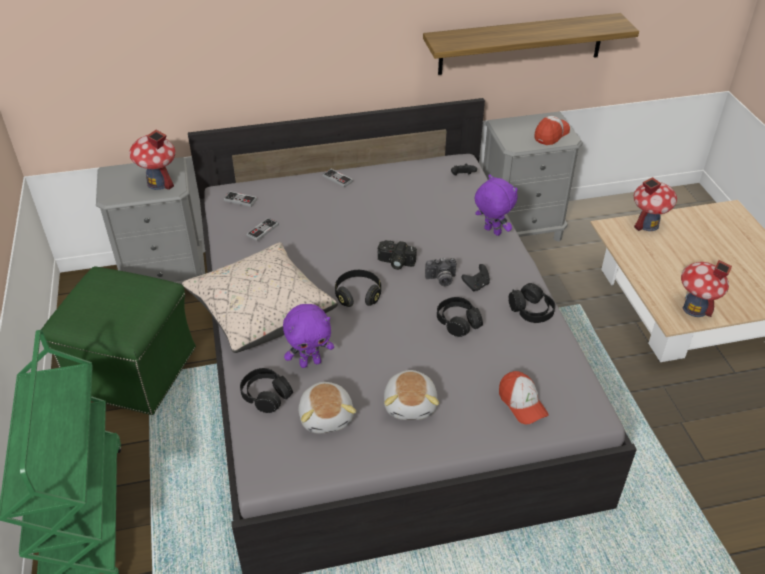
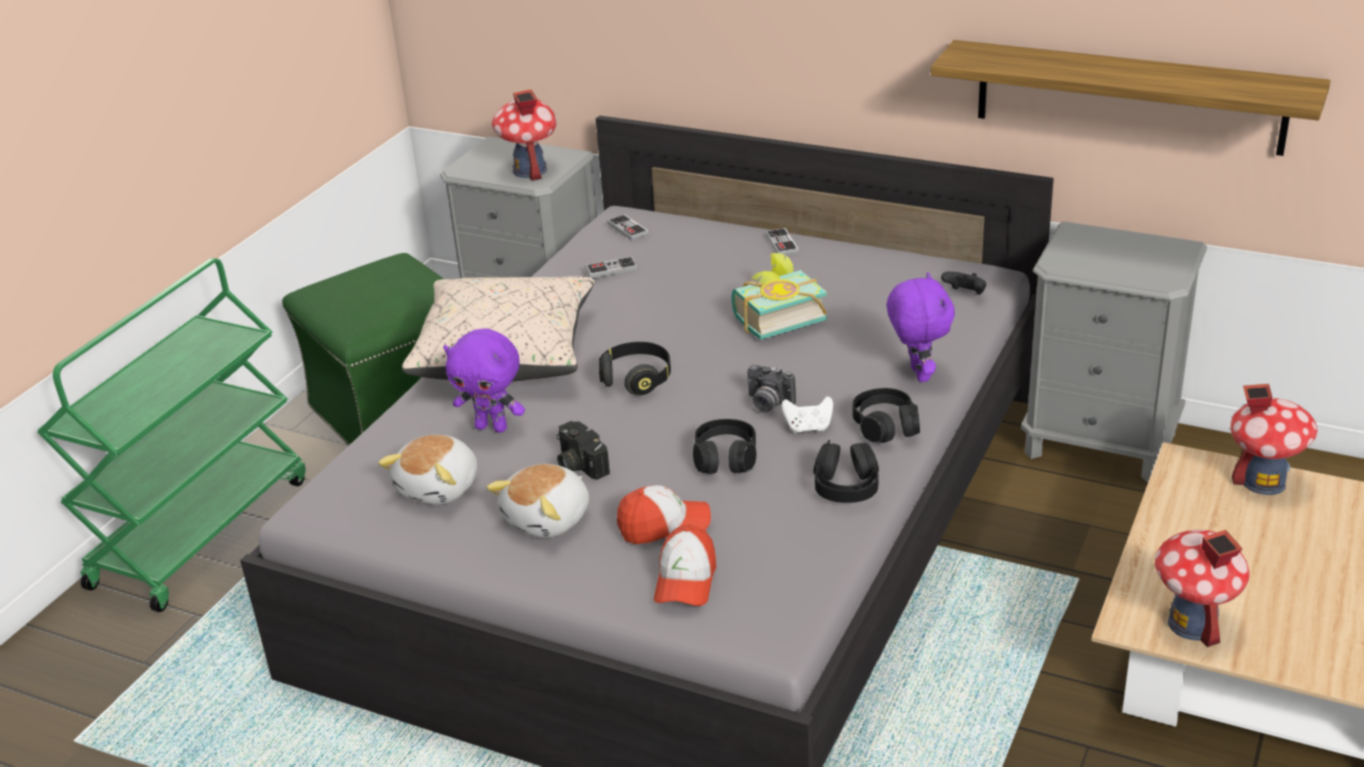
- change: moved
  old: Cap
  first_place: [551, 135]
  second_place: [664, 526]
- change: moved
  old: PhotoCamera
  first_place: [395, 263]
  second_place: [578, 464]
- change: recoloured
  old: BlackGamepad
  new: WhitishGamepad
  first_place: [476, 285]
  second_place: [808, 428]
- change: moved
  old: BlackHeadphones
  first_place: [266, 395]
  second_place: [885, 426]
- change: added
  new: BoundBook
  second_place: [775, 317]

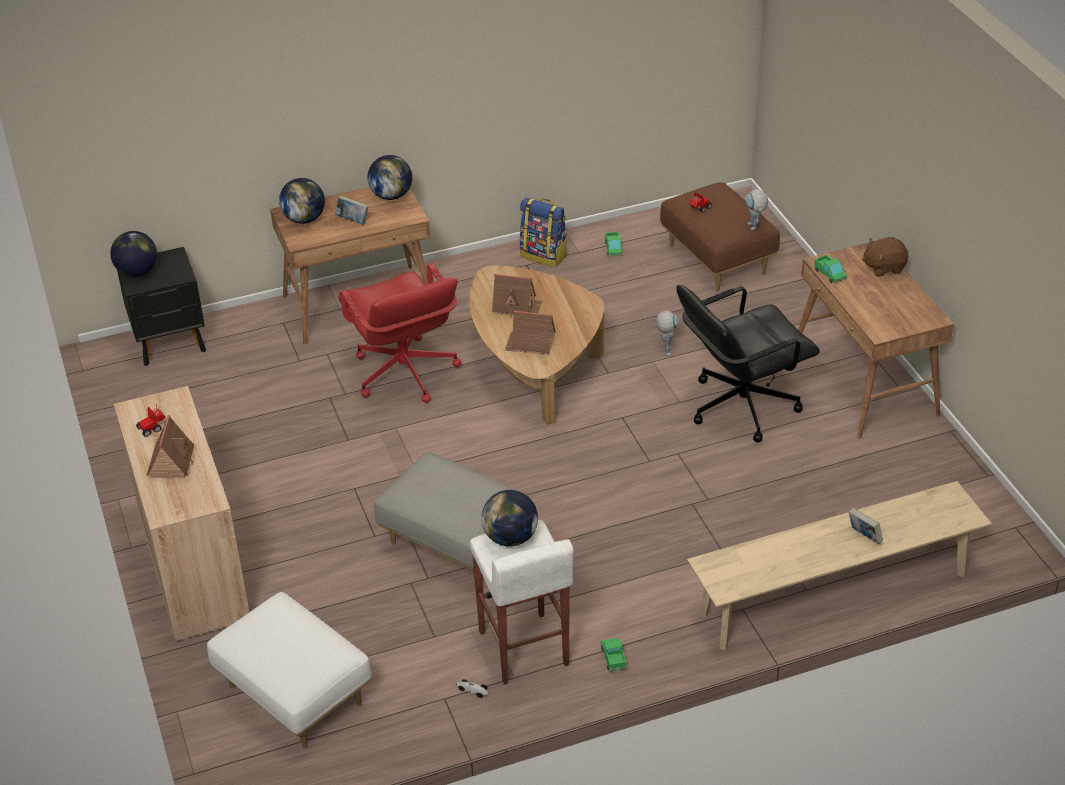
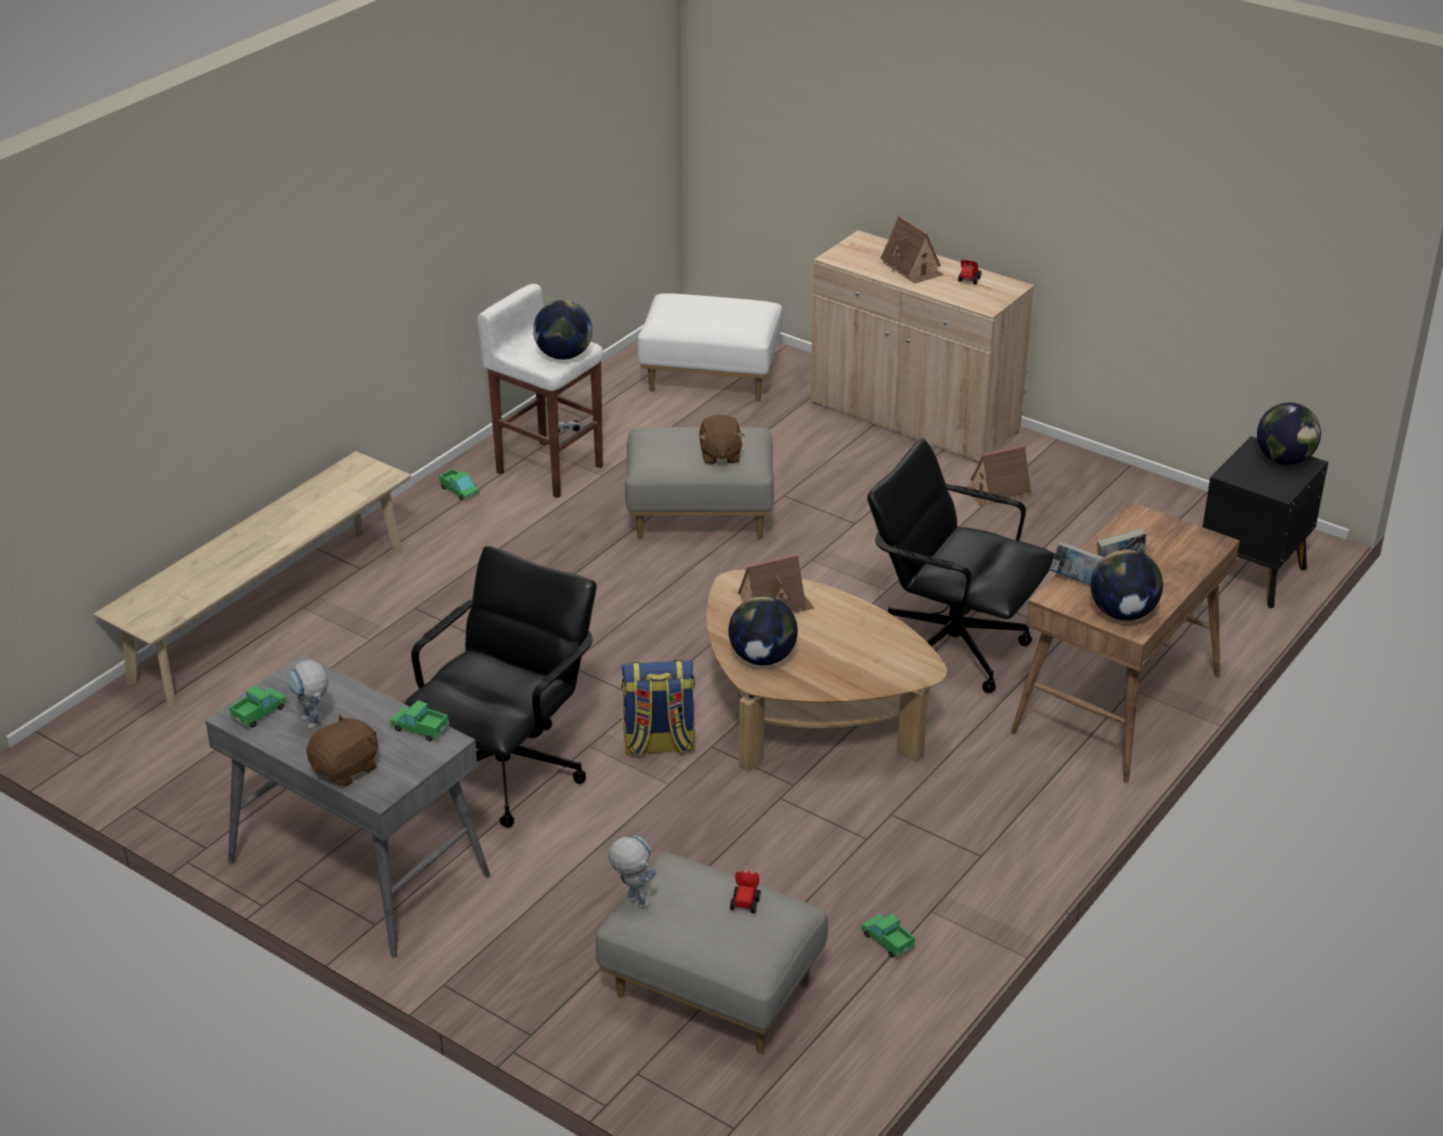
- change: moved
  old: Globe
  first_place: [304, 219]
  second_place: [762, 658]
- change: recoloured
  old: BrownColouredOttoman
  new: GreyOttoman
  first_place: [718, 260]
  second_place: [711, 992]
- change: moved
  old: Knapsack
  first_place: [544, 255]
  second_place: [658, 744]
- change: recoloured
  old: BrownColouredDeskTable
  new: GreyDeskTable
  first_place: [865, 383]
  second_place: [357, 870]
- change: recoloured
  old: ReddishComputerChair
  new: BlackComputerChair
  first_place: [404, 373]
  second_place: [951, 647]
- change: moved
  old: ToyHouse
  first_place: [517, 307]
  second_place: [997, 491]
- change: moved
  old: ToyRobot
  first_place: [666, 349]
  second_place: [314, 725]
- change: moved
  old: BoundBook
  first_place: [864, 536]
  second_place: [1075, 580]
- change: added
  new: BrownColouredCuddlyToy
  second_place: [720, 455]
- change: added
  new: ModelTruck
  second_place: [259, 713]

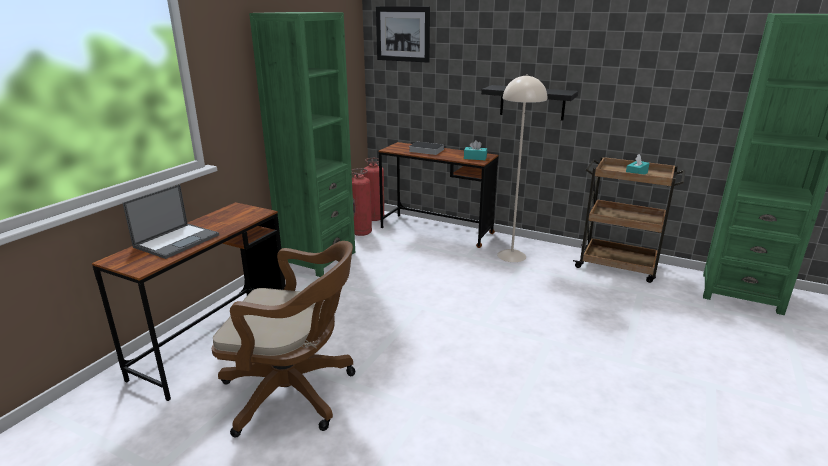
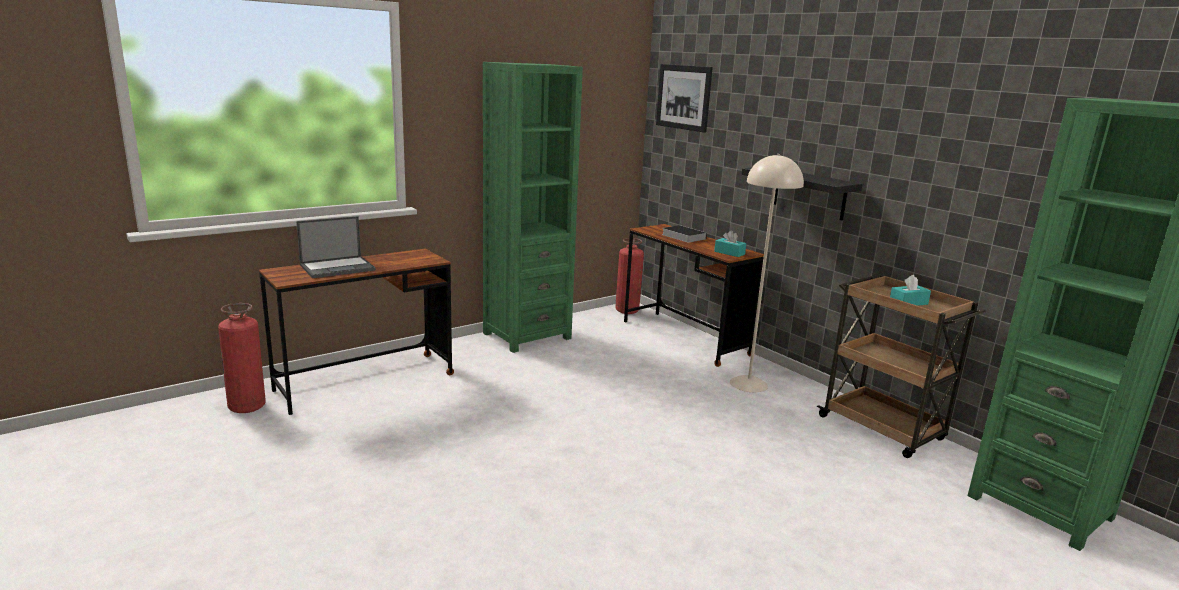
- change: moved
  old: Extinguisher
  first_place: [361, 232]
  second_place: [247, 407]
- change: removed
  old: BrownColouredComputerChair
  first_place: [295, 393]

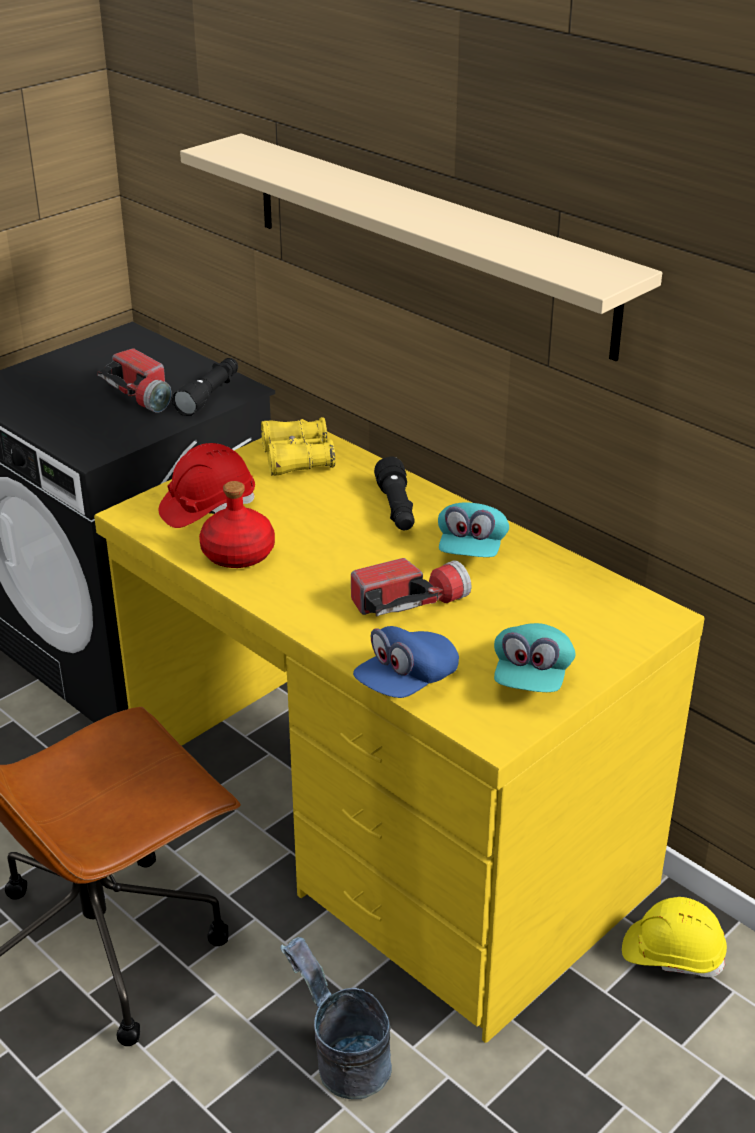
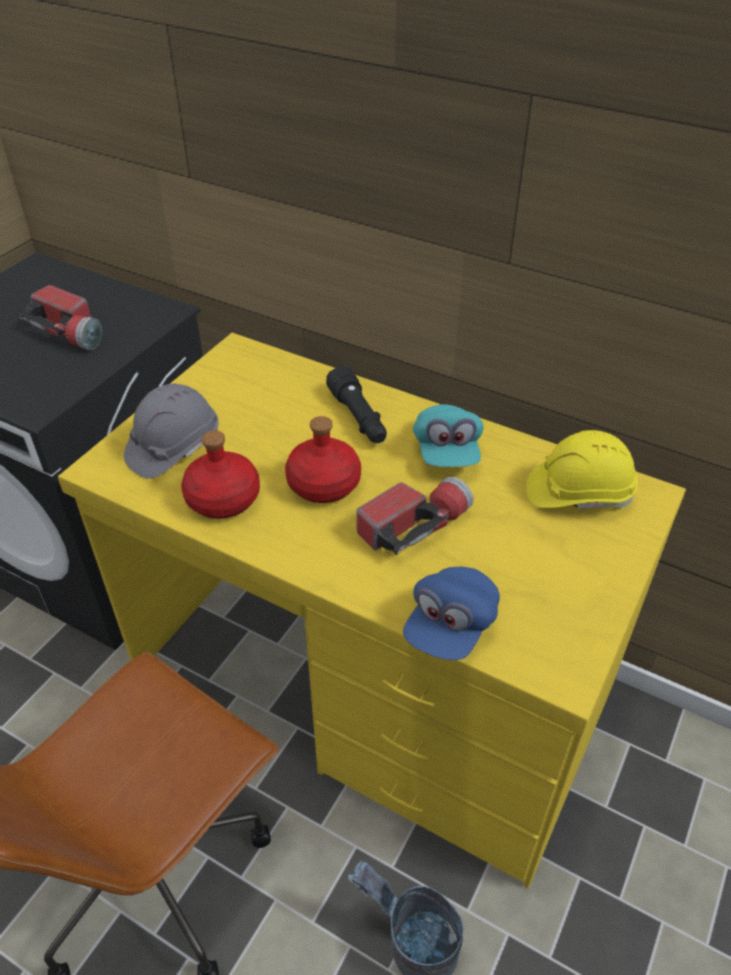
- change: removed
  old: SandColouredBracketShelf
  first_place: [426, 241]
- change: removed
  old: BlackFlashlight
  first_place: [209, 395]
- change: removed
  old: YellowishFieldGlasses
  first_place: [297, 459]
- change: recoloured
  old: ReddishHardHat
  new: GreyHardHat
  first_place: [207, 507]
  second_place: [173, 447]
- change: removed
  old: TurquoiseColouredCap
  first_place: [531, 677]
- change: moved
  old: YellowishHardHat
  first_place: [672, 954]
  second_place: [578, 492]
- change: added
  new: ReddishBottle
  second_place: [324, 484]

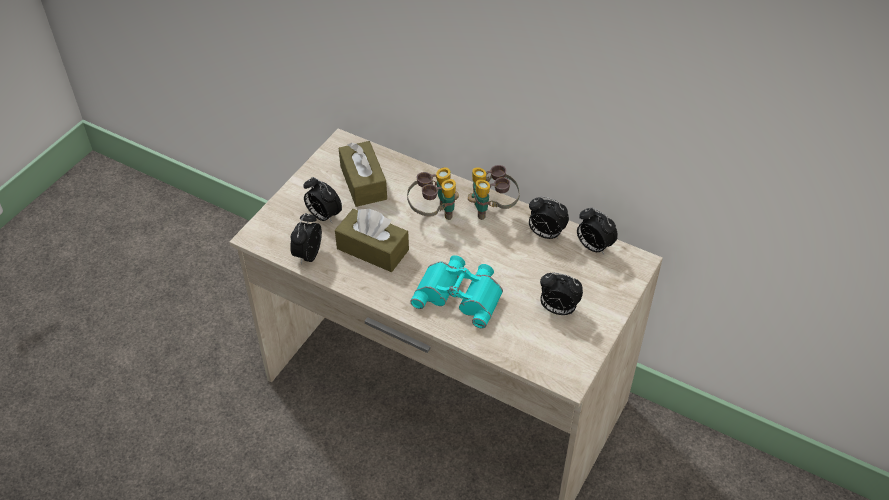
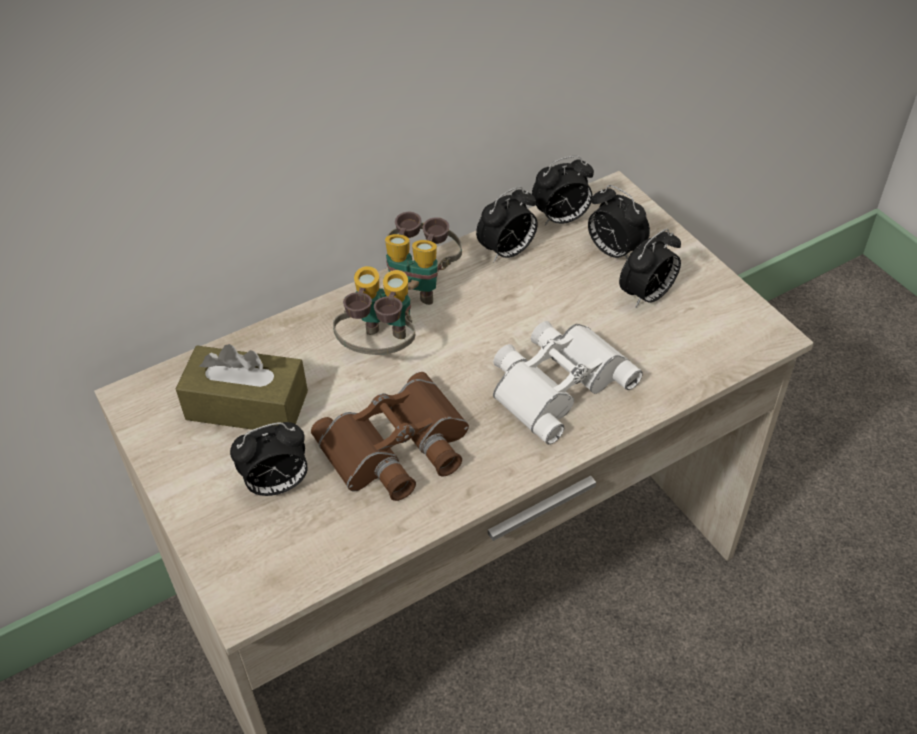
- change: replaced
  old: BrownColouredTissueHolder
  new: BrownColouredFieldGlasses
  first_place: [372, 249]
  second_place: [398, 449]
- change: moved
  old: BedsideClock
  first_place: [308, 254]
  second_place: [613, 251]
- change: recoloured
  old: TurquoiseColouredFieldGlasses
  new: WhitishFieldGlasses
  first_place: [460, 294]
  second_place: [557, 382]

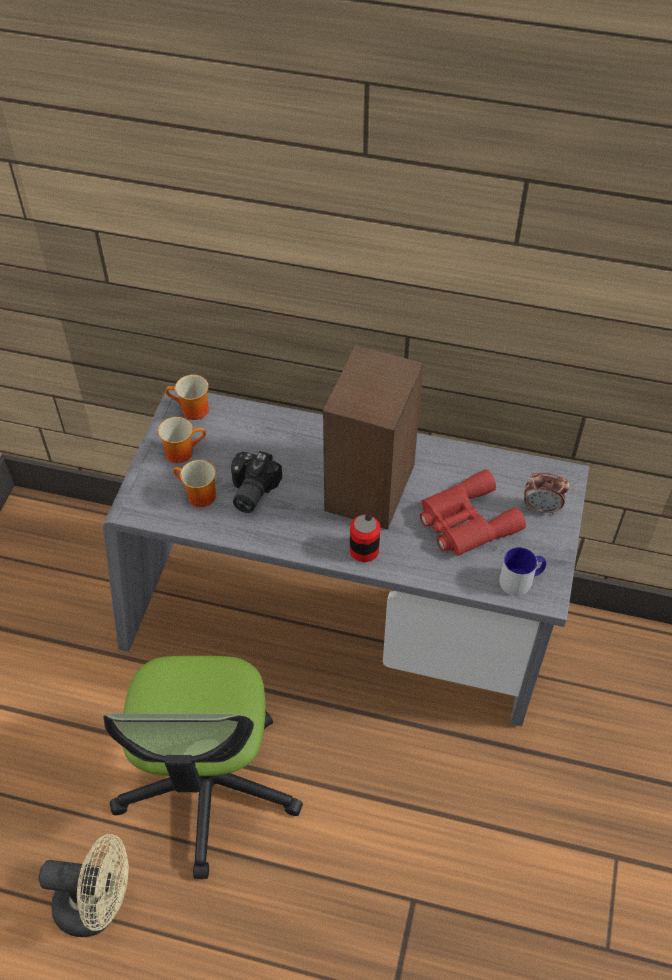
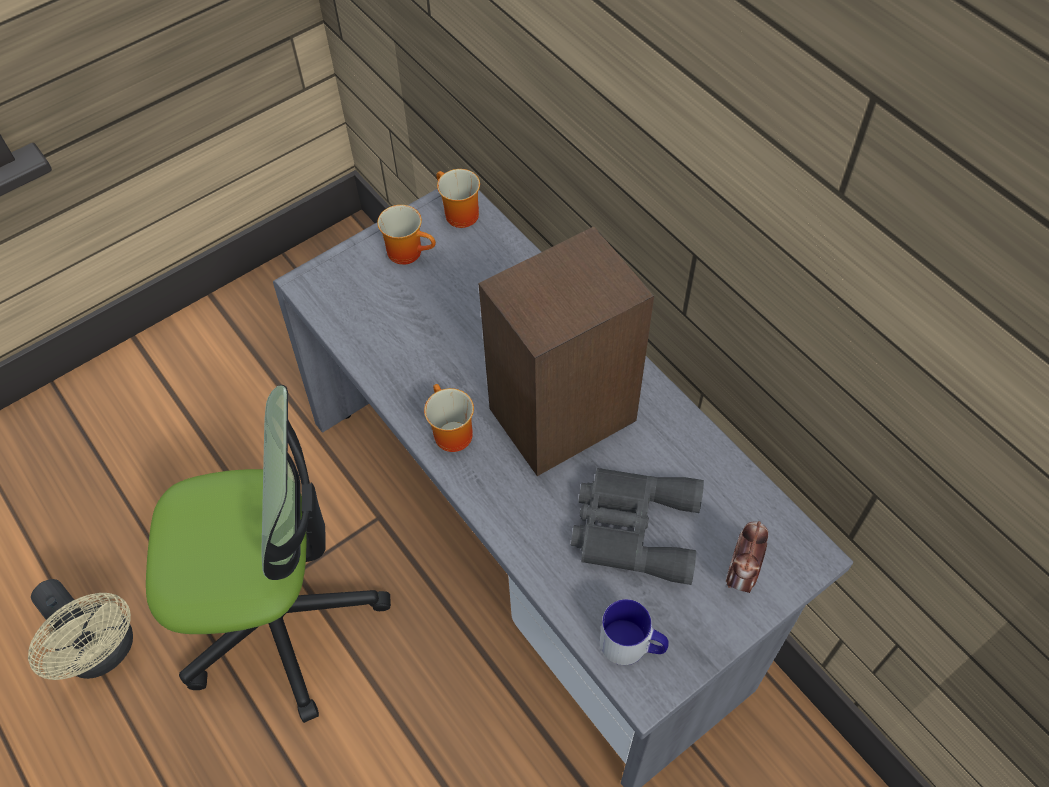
- change: removed
  old: PhotoCamera
  first_place: [249, 491]
- change: moved
  old: TeaMug
  first_place: [197, 496]
  second_place: [448, 432]
- change: recoloured
  old: ReddishFieldGlasses
  new: GreyFieldGlasses
  first_place: [465, 522]
  second_place: [632, 527]
- change: turned
  old: BedsideClock
  first_place: [541, 508]
  second_place: [741, 574]
  degrees: 60
- change: removed
  old: SealedCan
  first_place: [364, 550]
- change: turned
  old: ComputerChair
  first_place: [208, 786]
  second_place: [282, 615]
  degrees: -135

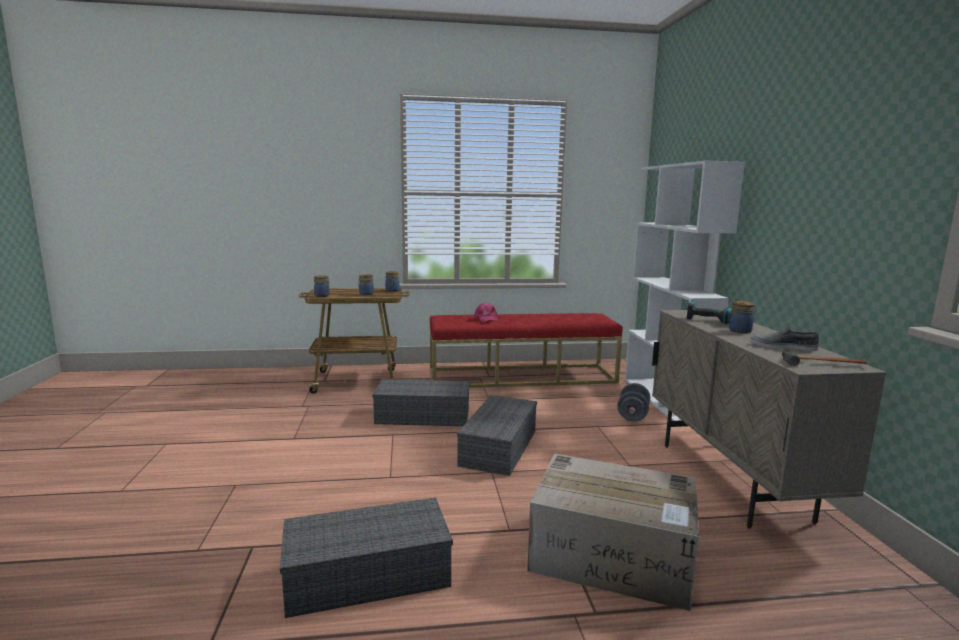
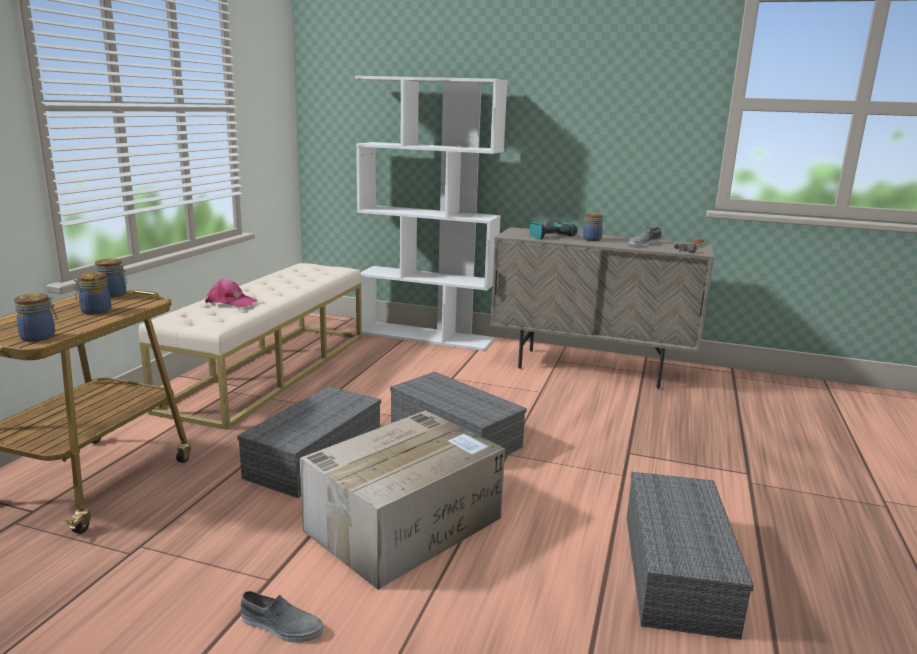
- change: recoloured
  old: ReddishBench
  new: SandColouredBench
  first_place: [522, 376]
  second_place: [271, 370]
- change: removed
  old: GreyHandWeight
  first_place: [632, 415]
- change: moved
  old: PackingBox
  first_place: [614, 555]
  second_place: [405, 523]
- change: added
  new: GreyShoe
  second_place: [281, 626]

